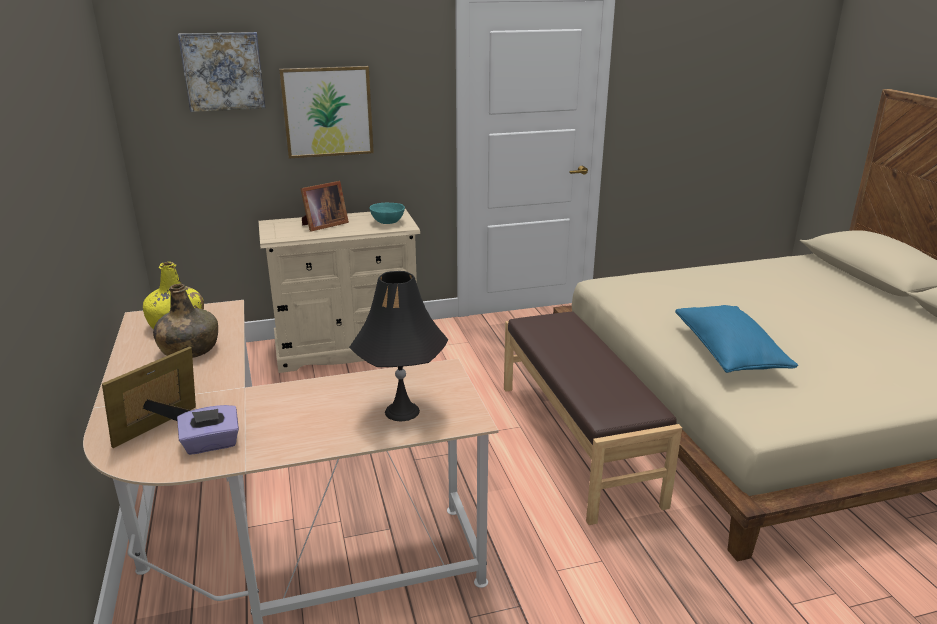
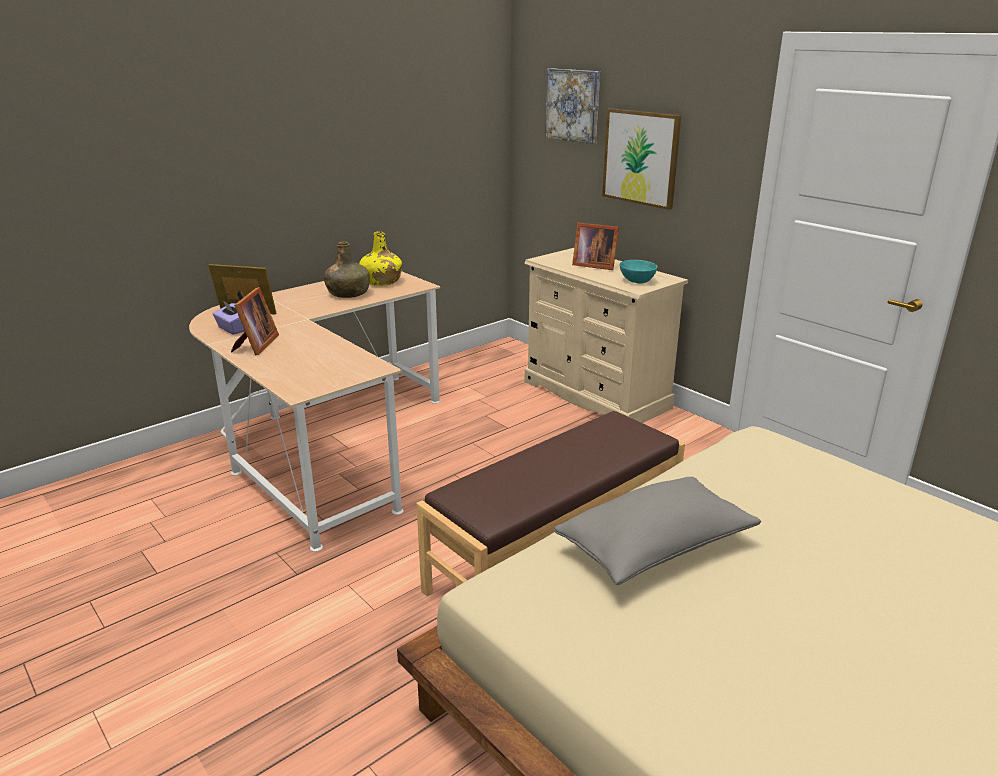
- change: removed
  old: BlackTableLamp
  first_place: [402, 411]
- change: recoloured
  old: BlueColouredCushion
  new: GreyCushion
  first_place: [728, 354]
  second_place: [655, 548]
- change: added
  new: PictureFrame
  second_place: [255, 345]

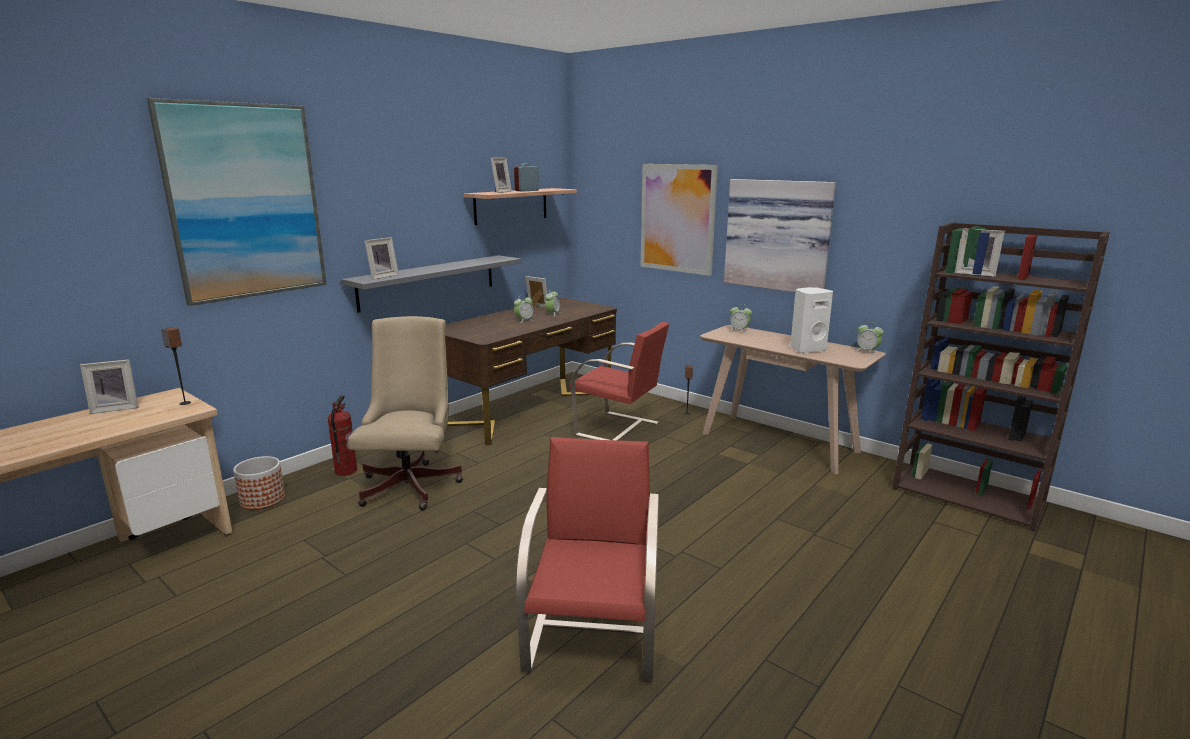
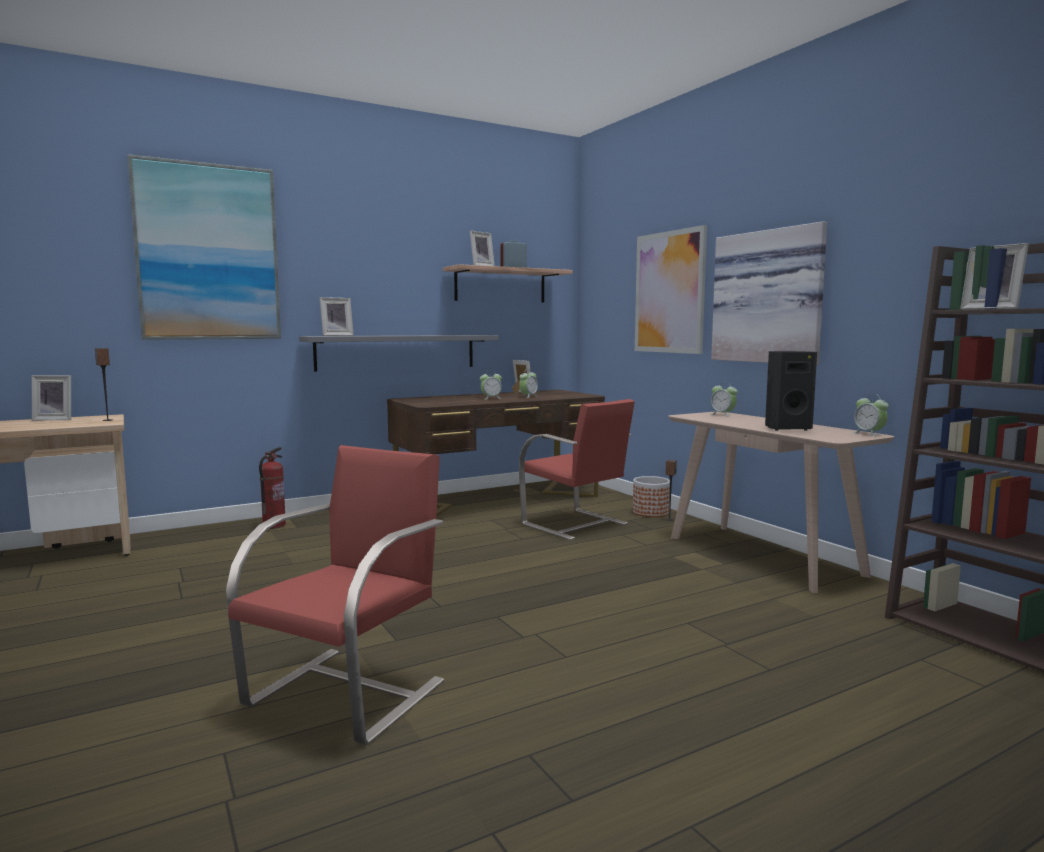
- change: recoloured
  old: WhitishSpeaker
  new: BlackSpeaker
  first_place: [807, 349]
  second_place: [786, 428]
- change: removed
  old: SandColouredComputerChair
  first_place: [412, 483]
- change: moved
  old: PlantPot
  first_place: [263, 499]
  second_place: [651, 512]

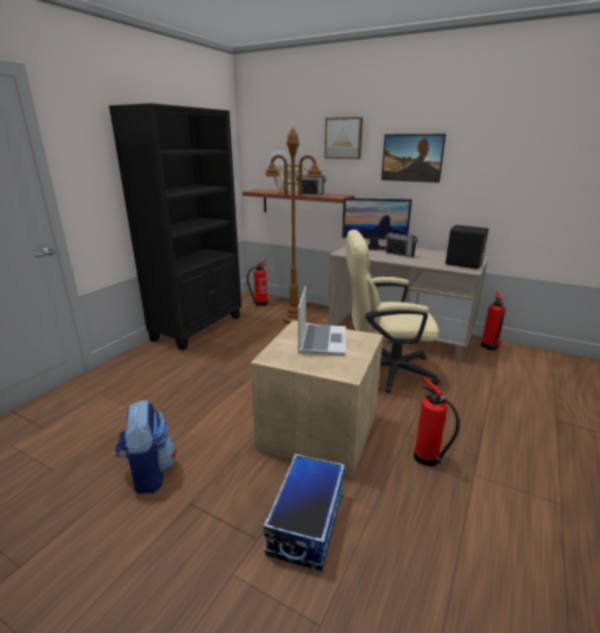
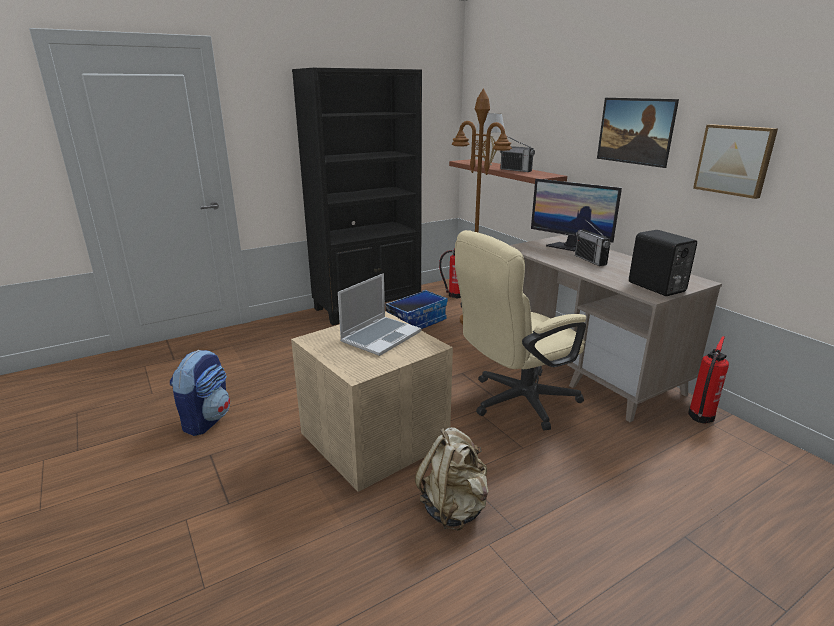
- change: moved
  old: WallPicture
  first_place: [344, 138]
  second_place: [734, 160]
- change: turned
  old: SandColouredComputerChair
  first_place: [384, 370]
  second_place: [514, 402]
  degrees: -60
- change: replaced
  old: Extinguisher
  new: SandColouredKnapsack
  first_place: [428, 459]
  second_place: [454, 508]
- change: moved
  old: StorageContainer
  first_place: [306, 522]
  second_place: [416, 322]

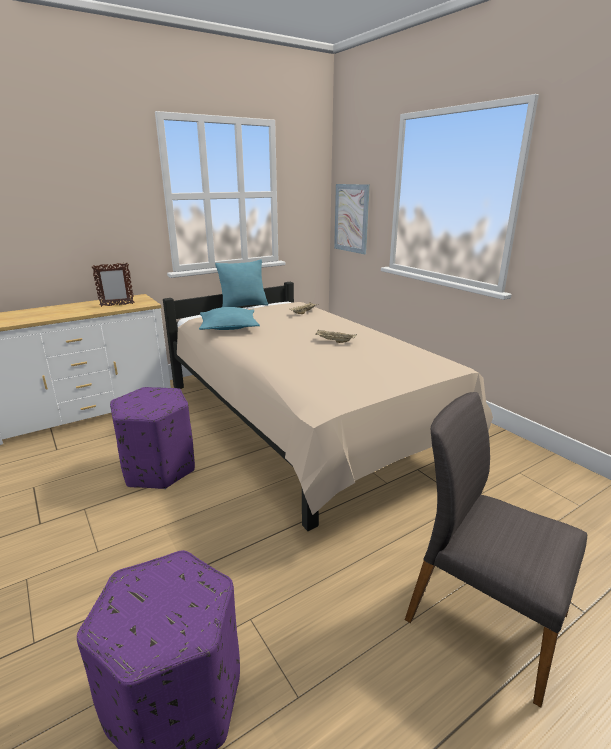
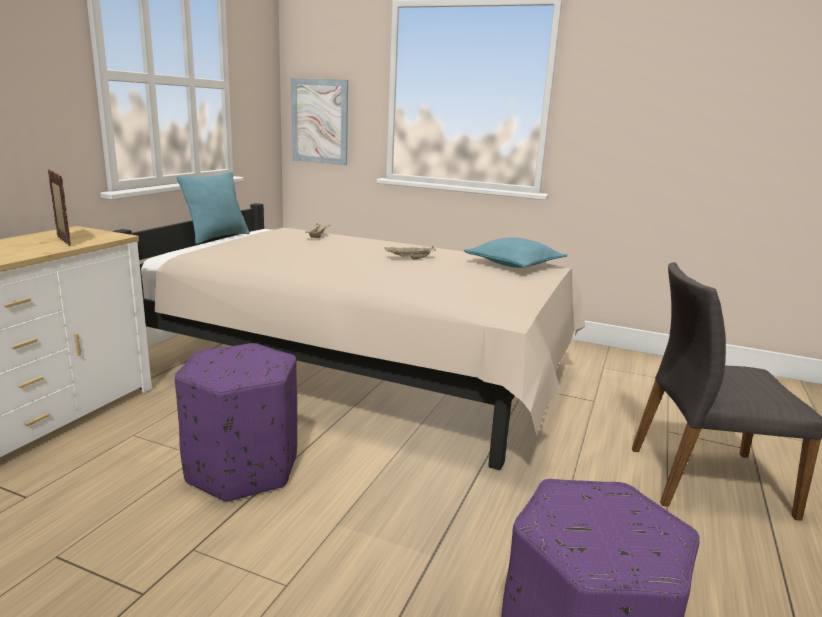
- change: turned
  old: PictureFrame
  first_place: [117, 305]
  second_place: [63, 241]
  degrees: -75
- change: moved
  old: TurquoiseColouredCushion
  first_place: [229, 327]
  second_place: [514, 264]

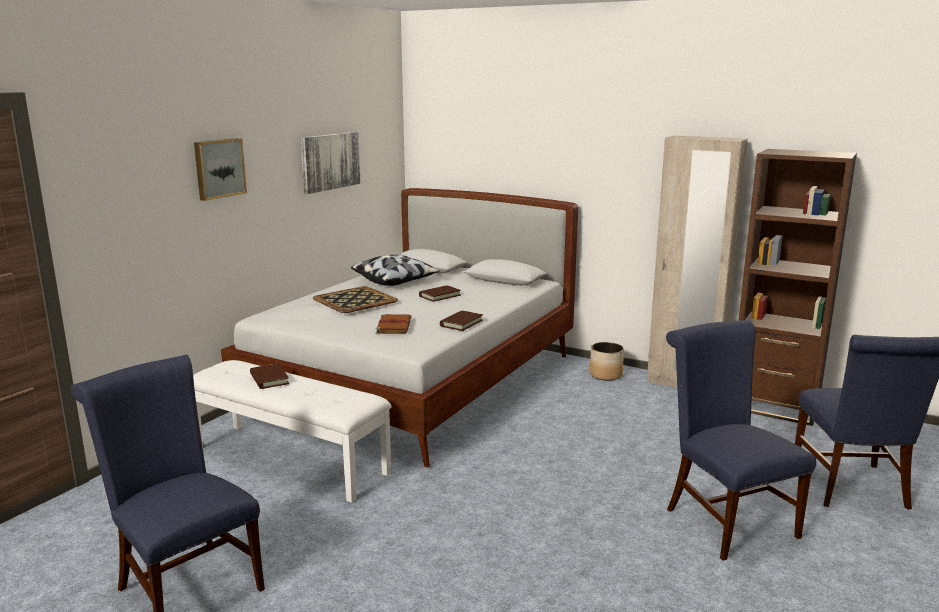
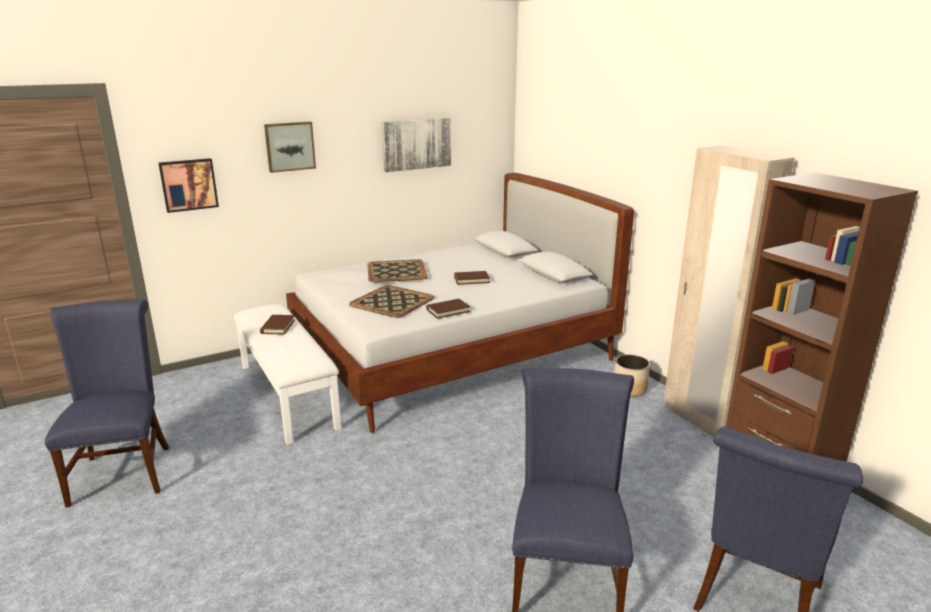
- change: removed
  old: Cushion
  first_place: [395, 281]
- change: replaced
  old: BrownColouredBoundBook
  new: CarryingTray
  first_place: [394, 326]
  second_place: [391, 302]
- change: added
  new: WallPicture
  second_place: [188, 184]

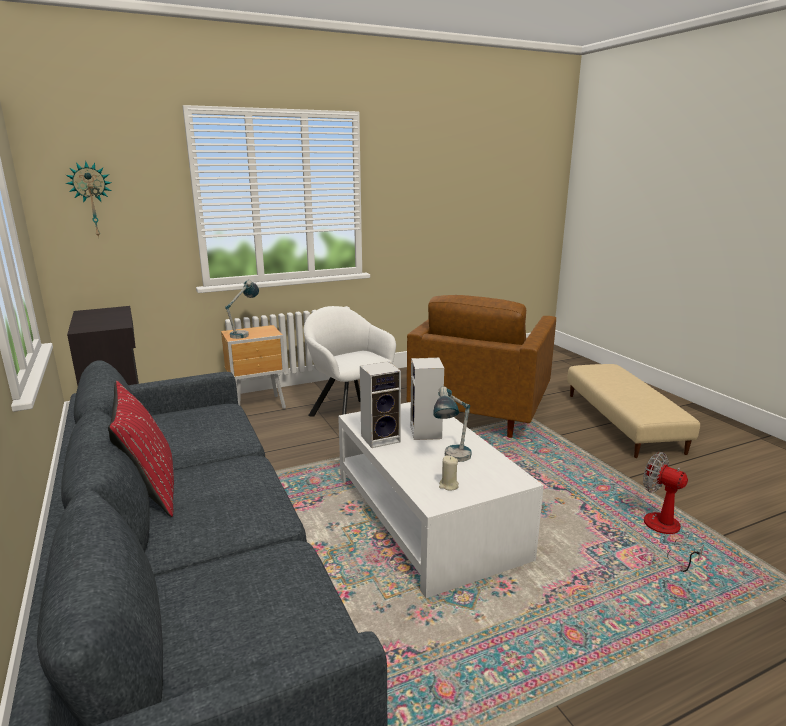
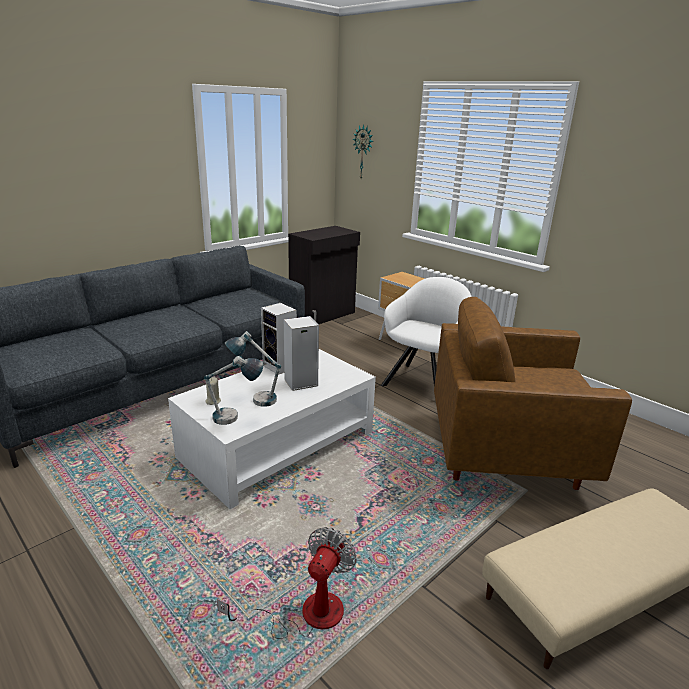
- change: moved
  old: TableLamp
  first_place: [245, 333]
  second_place: [236, 419]
- change: removed
  old: ReddishCushion
  first_place: [150, 491]

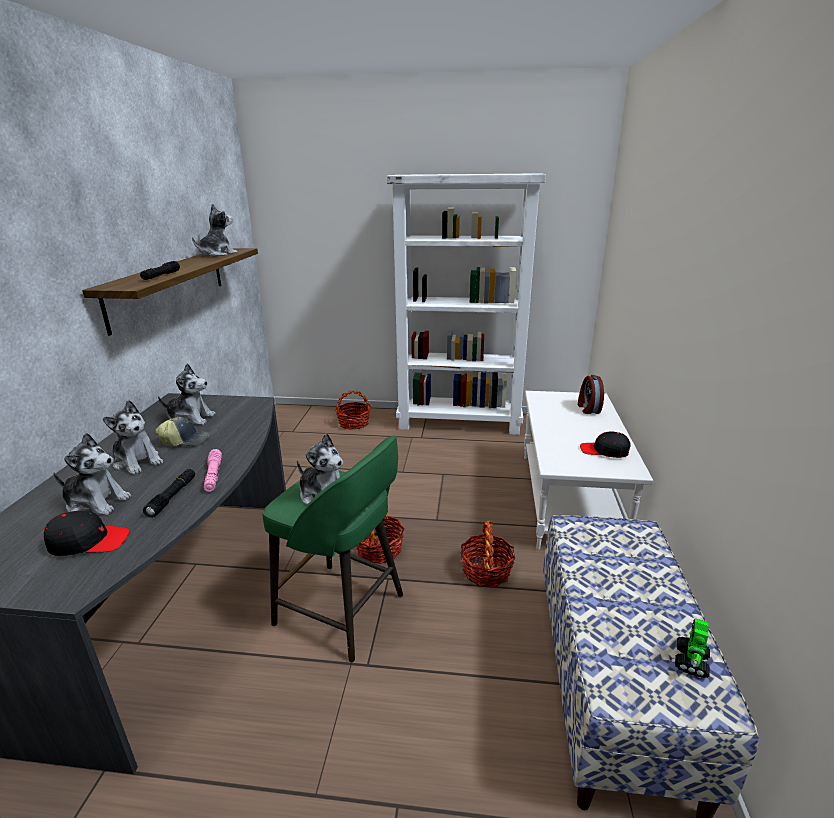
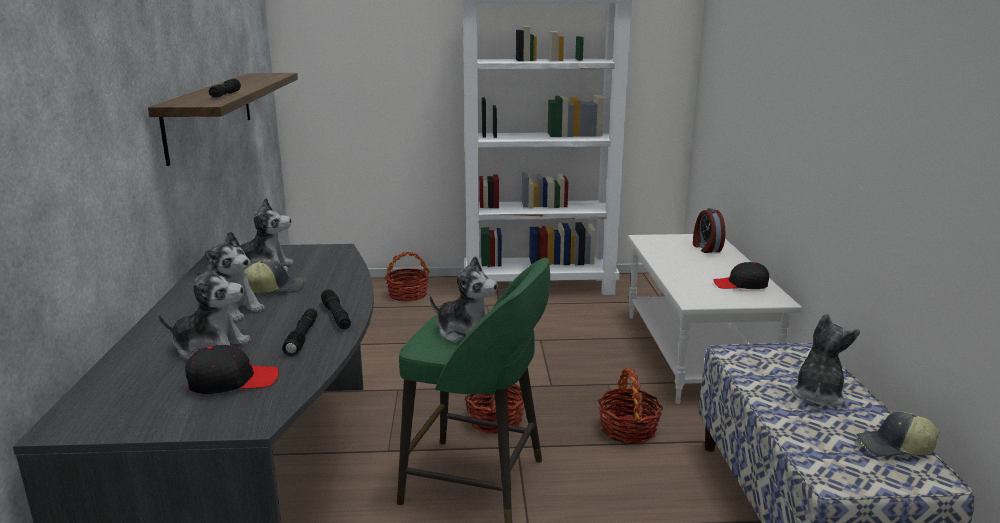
- change: moved
  old: CuddlyToy
  first_place: [217, 254]
  second_place: [817, 394]
- change: recoloured
  old: PinkFlashlight
  new: BlackFlashlight
  first_place: [213, 475]
  second_place: [336, 316]
- change: replaced
  old: ToyRobot
  new: Cap
  first_place: [691, 661]
  second_place: [895, 448]

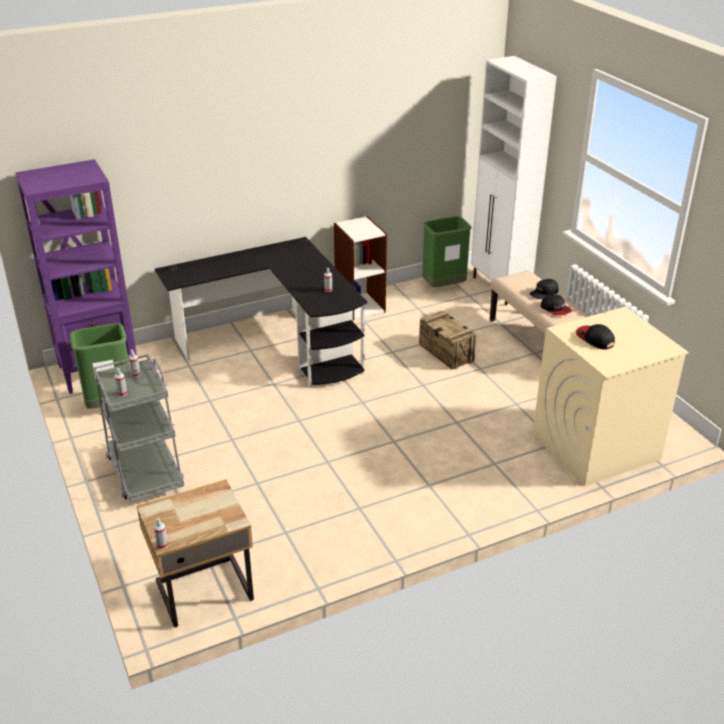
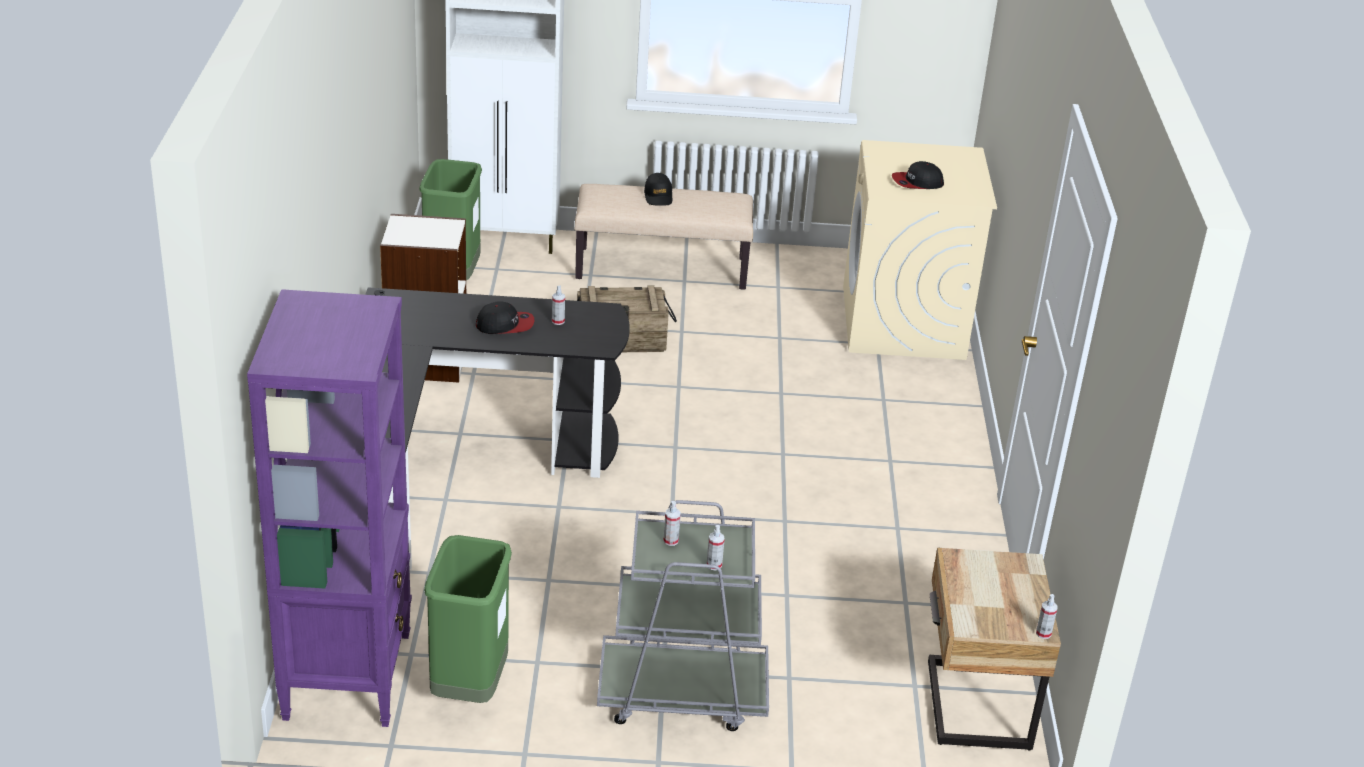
- change: moved
  old: Cap
  first_place: [556, 309]
  second_place: [505, 324]

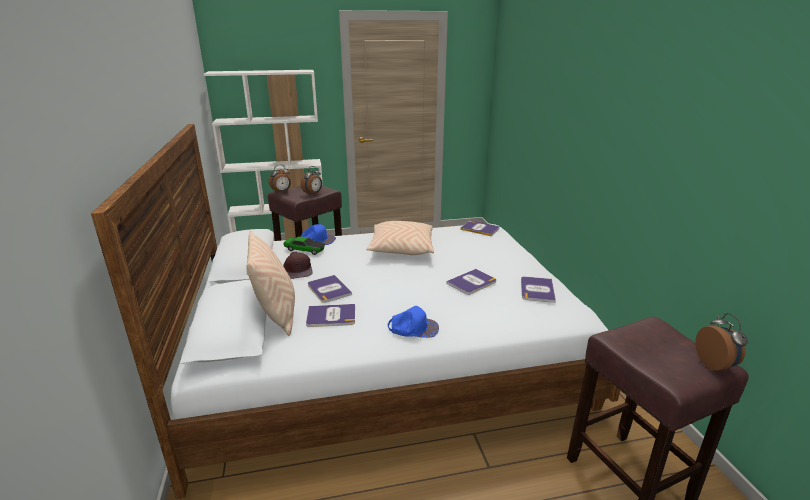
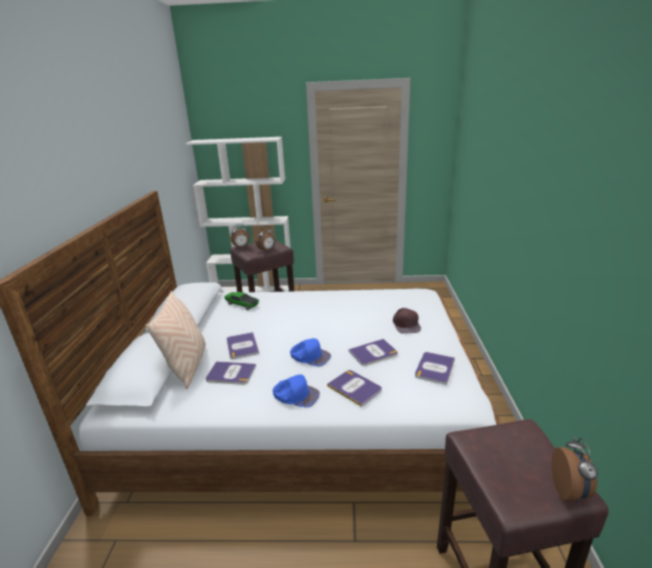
- change: removed
  old: SandColouredCushion
  first_place: [401, 249]
- change: moved
  old: BoundBook
  first_place: [480, 229]
  second_place: [355, 388]
- change: moved
  old: BlueColouredCap
  first_place: [318, 239]
  second_place: [310, 356]
- change: moved
  old: BrownColouredCap
  first_place: [298, 269]
  second_place: [406, 324]

